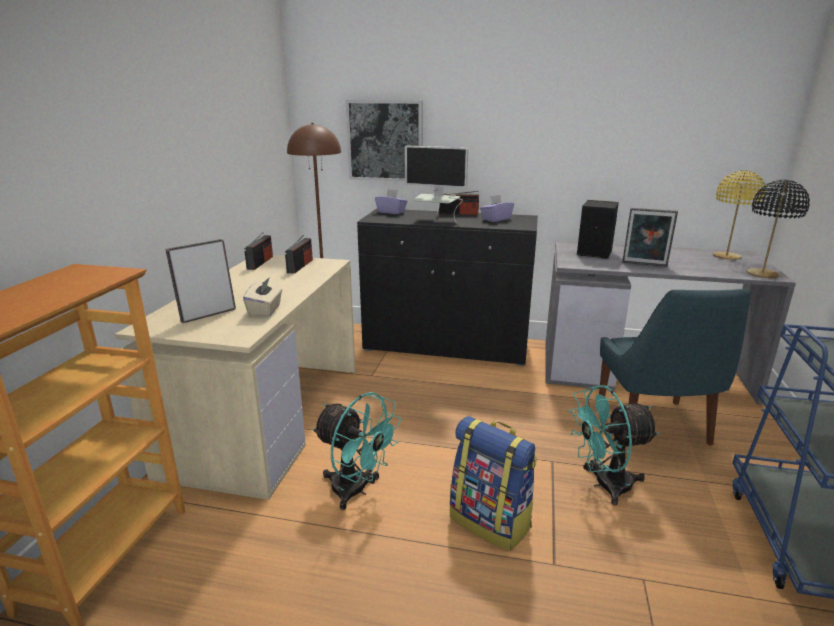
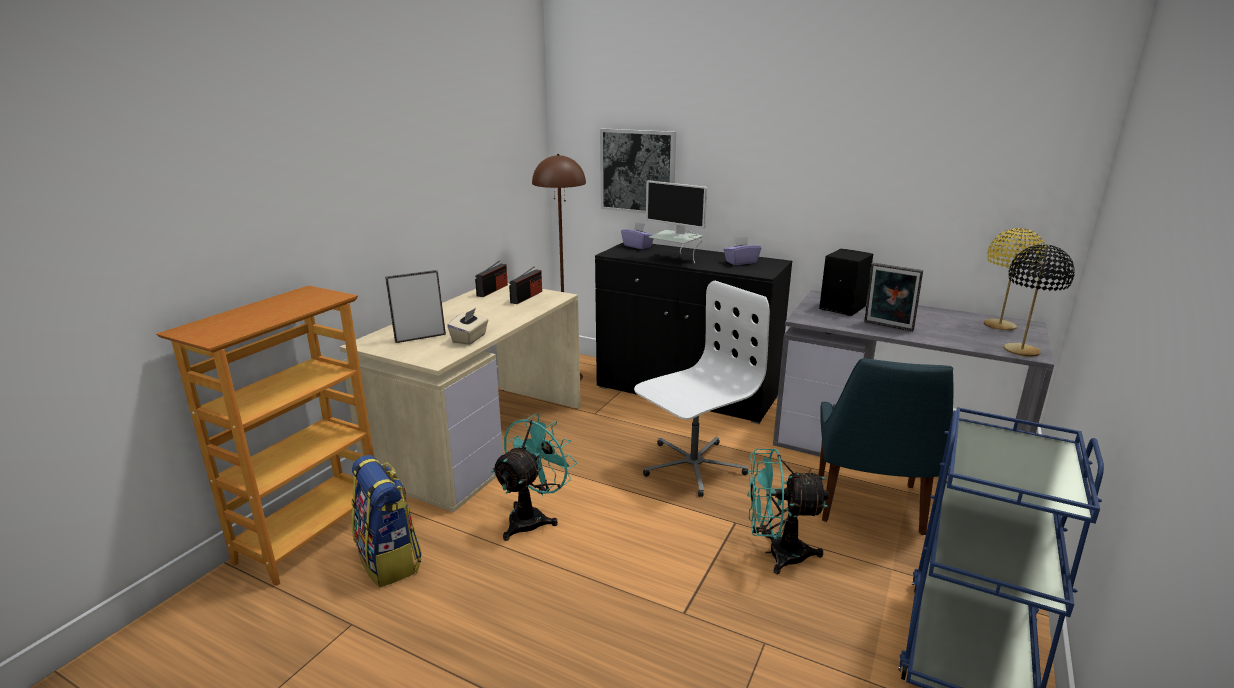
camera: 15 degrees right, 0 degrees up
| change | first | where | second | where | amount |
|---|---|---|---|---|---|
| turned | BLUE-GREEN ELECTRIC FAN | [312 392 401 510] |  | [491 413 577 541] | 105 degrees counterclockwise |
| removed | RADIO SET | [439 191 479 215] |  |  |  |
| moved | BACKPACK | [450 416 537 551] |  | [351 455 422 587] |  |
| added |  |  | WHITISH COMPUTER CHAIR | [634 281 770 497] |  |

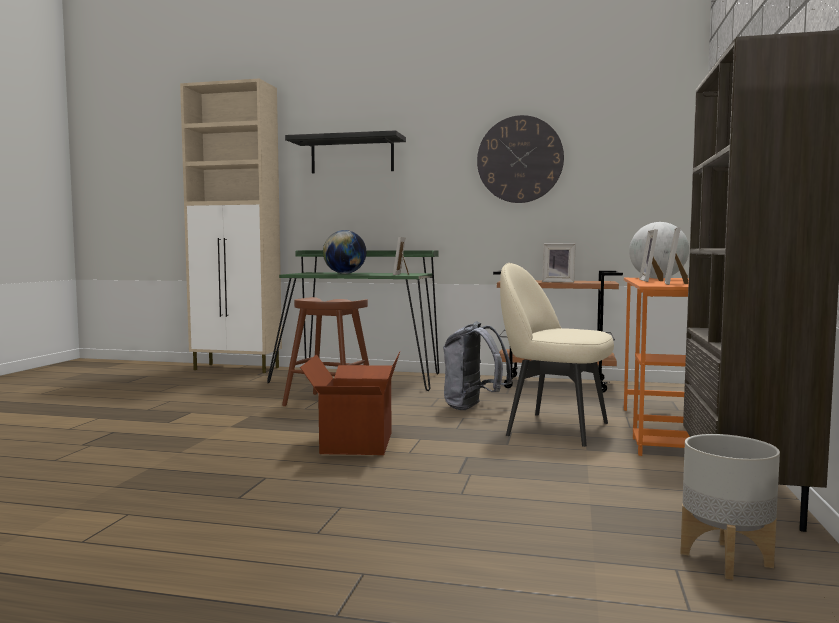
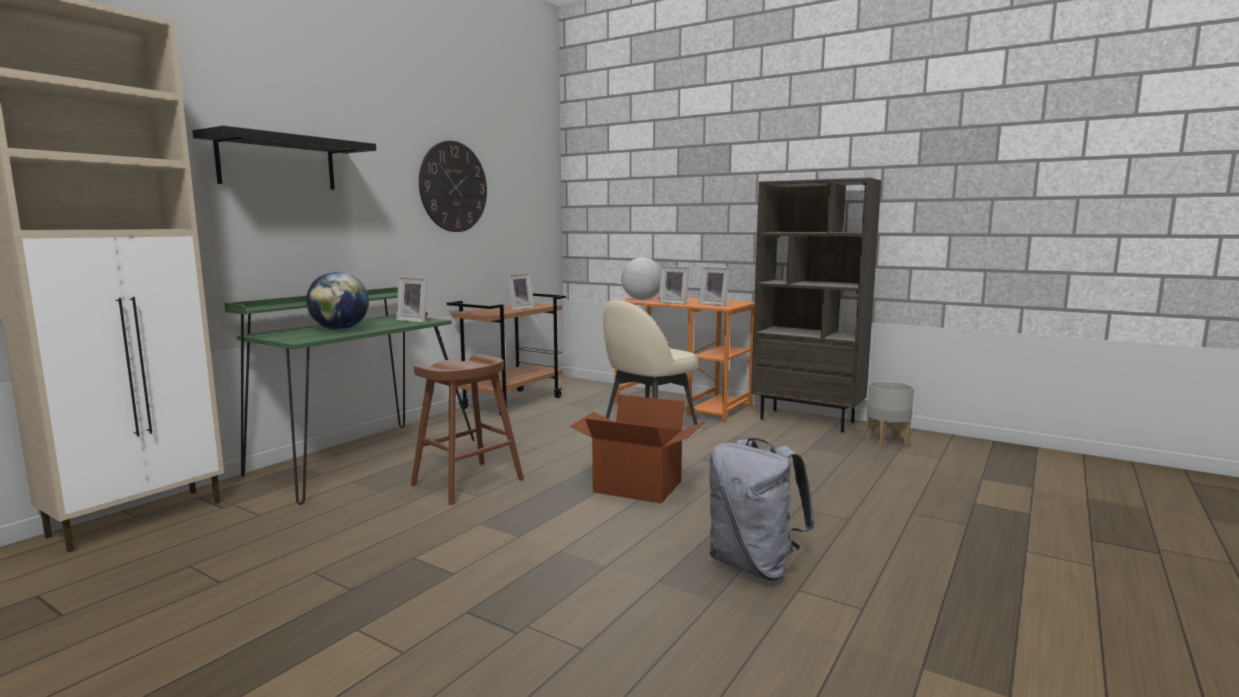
camera: 70 degrees left, 5 degrees up
| change | first | where | second | where | amount |
|---|---|---|---|---|---|
| moved | GREYISH BACKPACK | [443 321 512 410] |  | [709 438 814 580] |  |

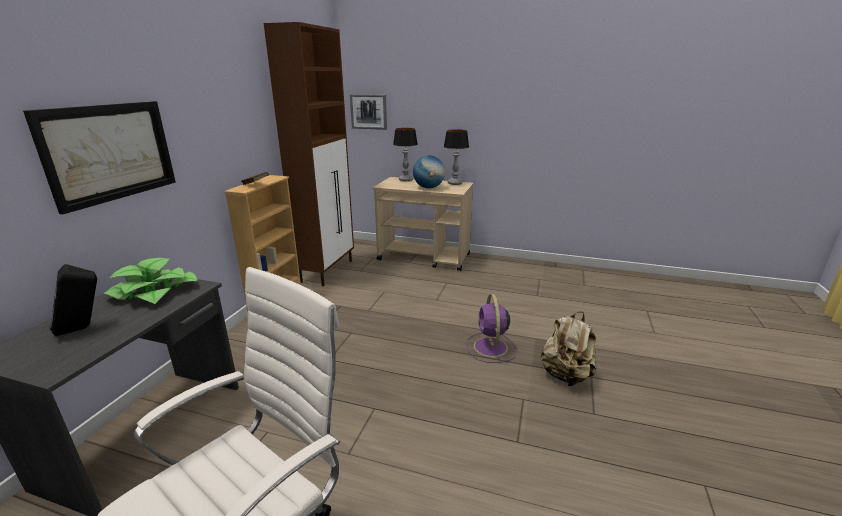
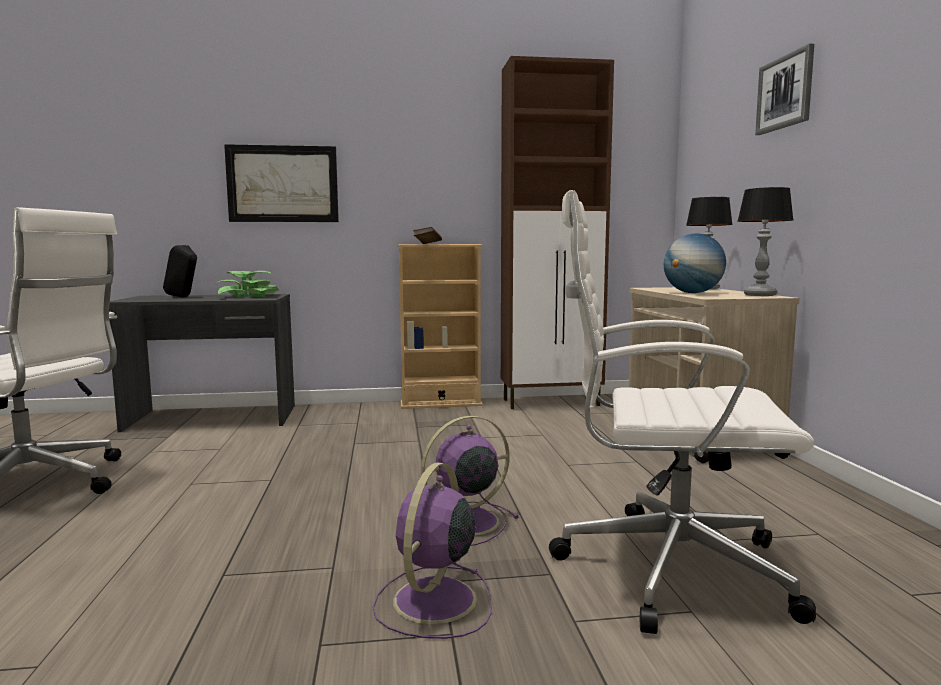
camera: 65 degrees right, 15 degrees down
| change | first | where | second | where | amount |
|---|---|---|---|---|---|
| moved | WALL ART | [350 94 387 130] |  | [755 43 814 135] |  |
| replaced | SAND-COLOURED BACKPACK | [541 312 596 386] | PURPLE ELECTRIC FAN | [372 462 492 639] |  |
| added |  |  | WHITISH COMPUTER CHAIR | [549 190 816 634] |  |

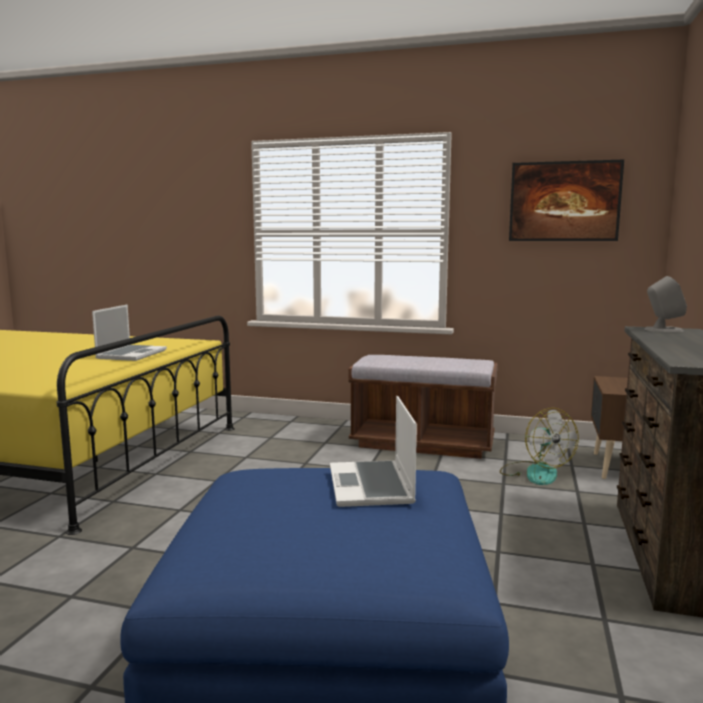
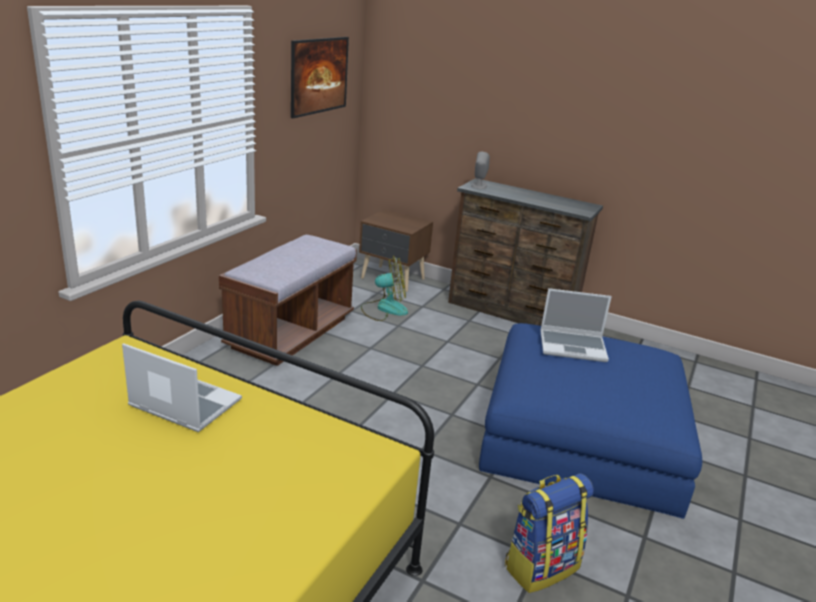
camera: 80 degrees left, 15 degrees up
| change | first | where | second | where | amount |
|---|---|---|---|---|---|
| added |  |  | BACKPACK | [505 473 594 593] |  |

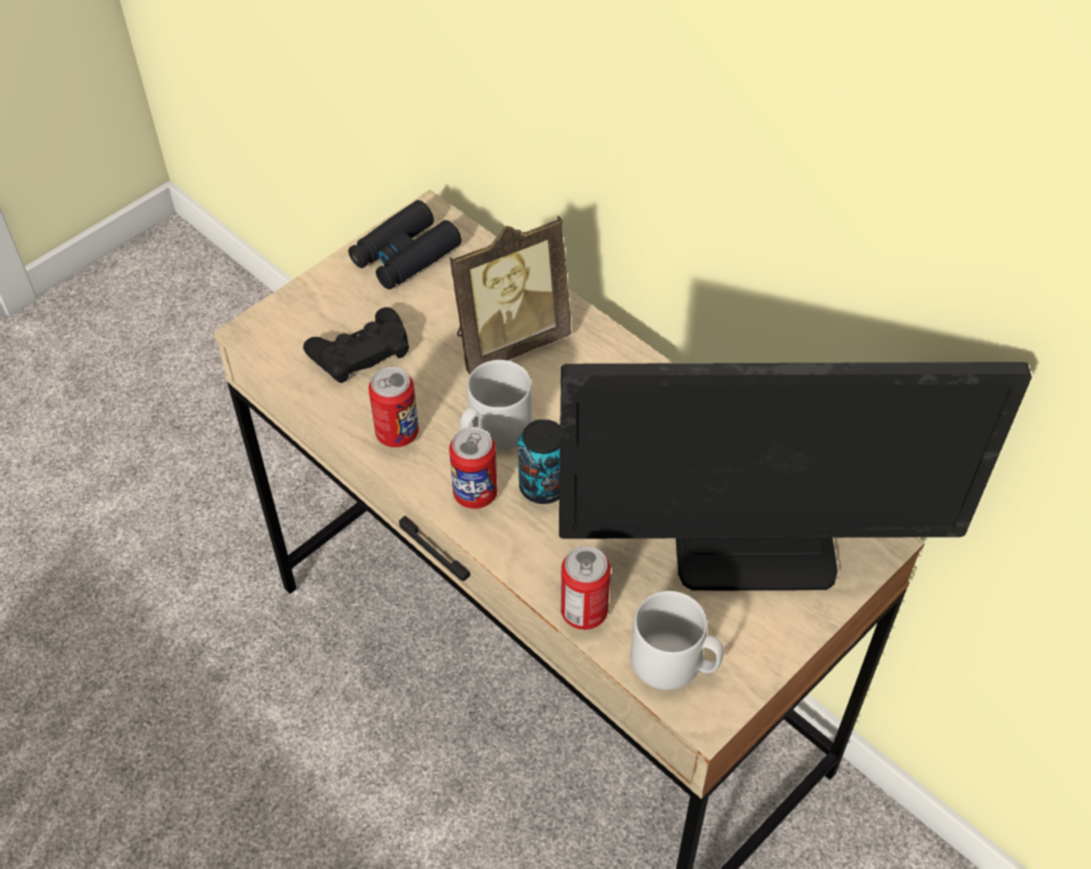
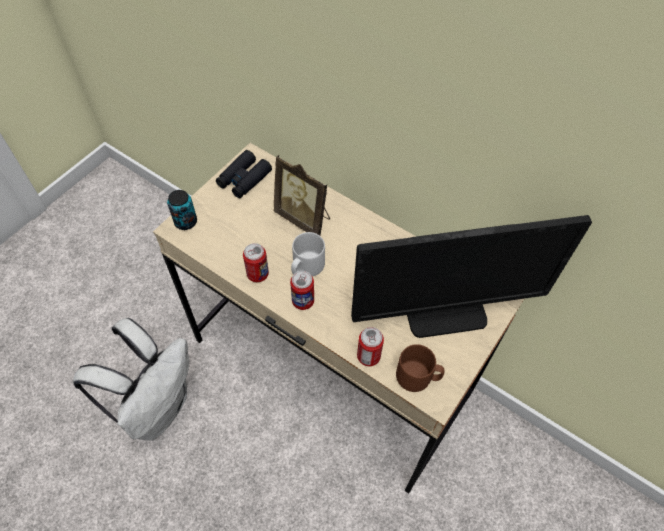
camera: 10 degrees left, 5 degrees up
| change | first | where | second | where | amount |
|---|---|---|---|---|---|
| removed | BLACK-COLOURED JOYPAD | [303 307 409 383] |  |  |  |
| turned | PHOTO FRAME | [449 216 571 375] |  | [274 155 330 236] | 75 degrees clockwise |
| moved | CAN | [518 419 560 504] |  | [167 190 197 230] |  |
| recoloured | GREYISH TEA MUG | [631 591 724 690] | BROWNISH TEA MUG | [396 344 445 392] |  |
| added |  |  | WHITISH BACKPACK | [73 318 189 441] |  |

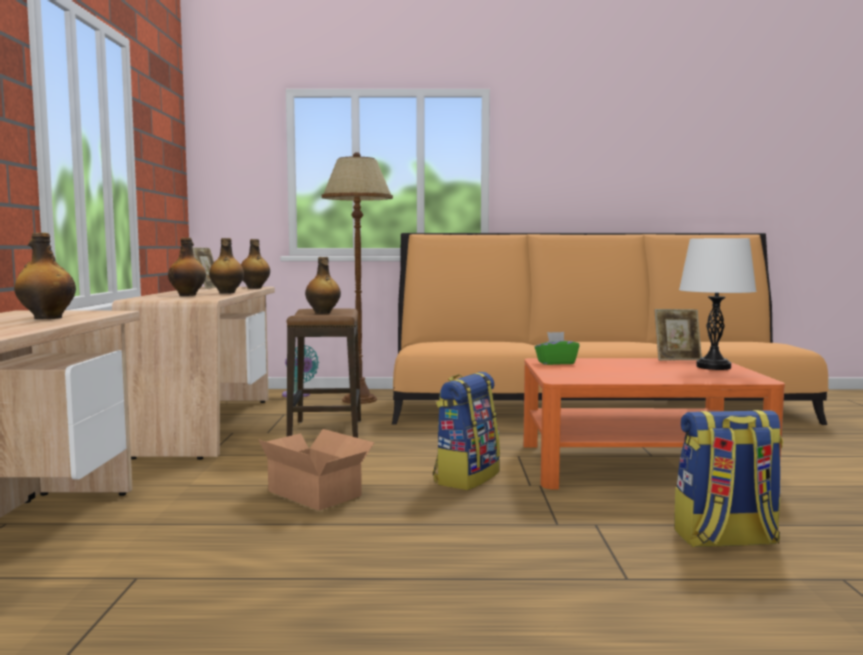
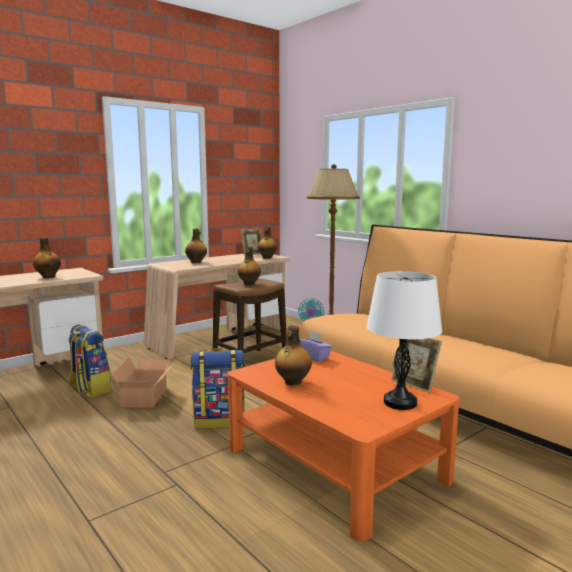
camera: 50 degrees right, 5 degrees up
| change | first | where | second | where | amount |
|---|---|---|---|---|---|
| moved | BOTTLE | [209 238 244 294] |  | [275 325 312 385] |  |
| recoloured | GREEN TISSUE HOLDER | [535 332 579 365] | PURPLE TISSUE HOLDER | [300 331 332 362] |  |
| moved | BACKPACK | [674 410 783 547] |  | [68 325 111 397] |  |

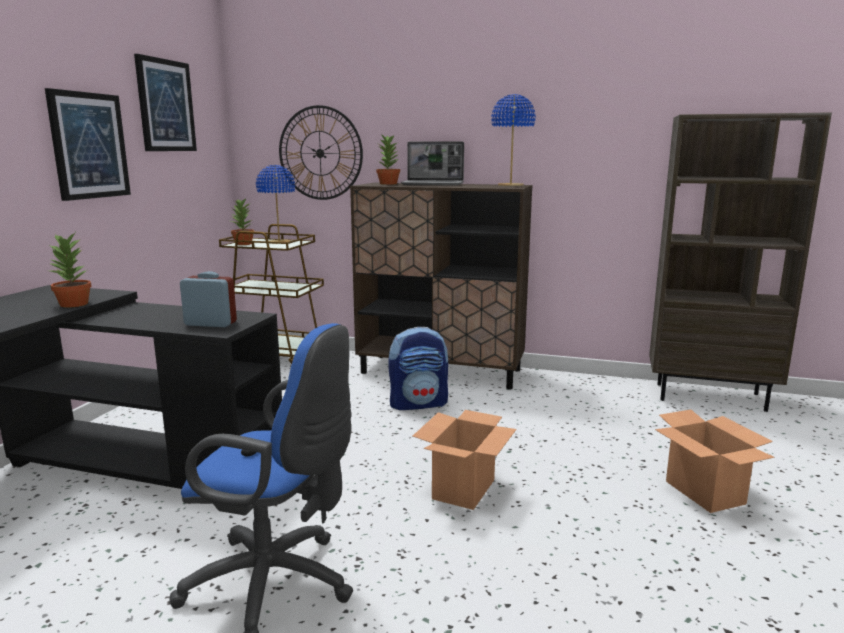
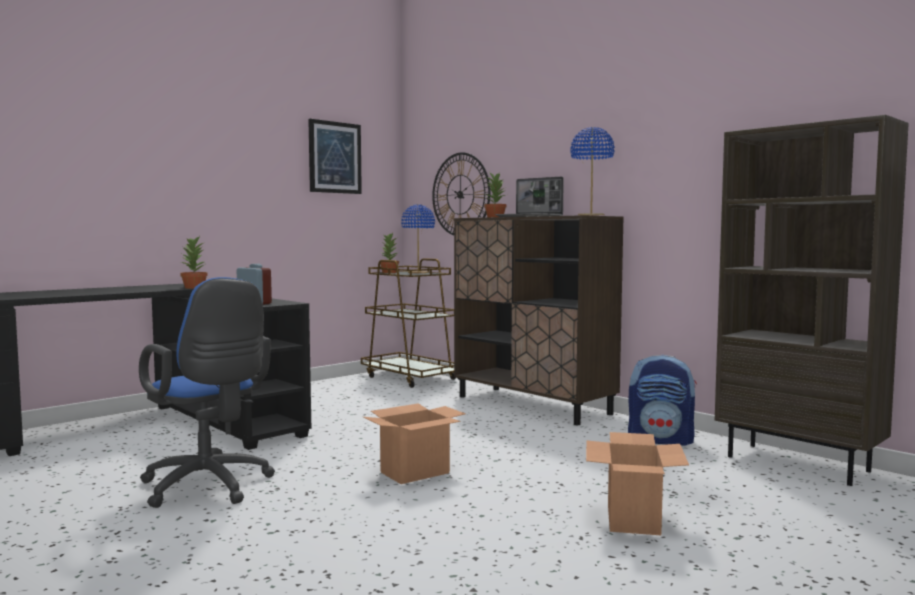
camera: 30 degrees right, 10 degrees down
| change | first | where | second | where | amount |
|---|---|---|---|---|---|
| removed | WALL ART | [45 88 131 201] |  |  |  |
| moved | BACKPACK | [388 327 448 410] |  | [628 355 697 446] |  |

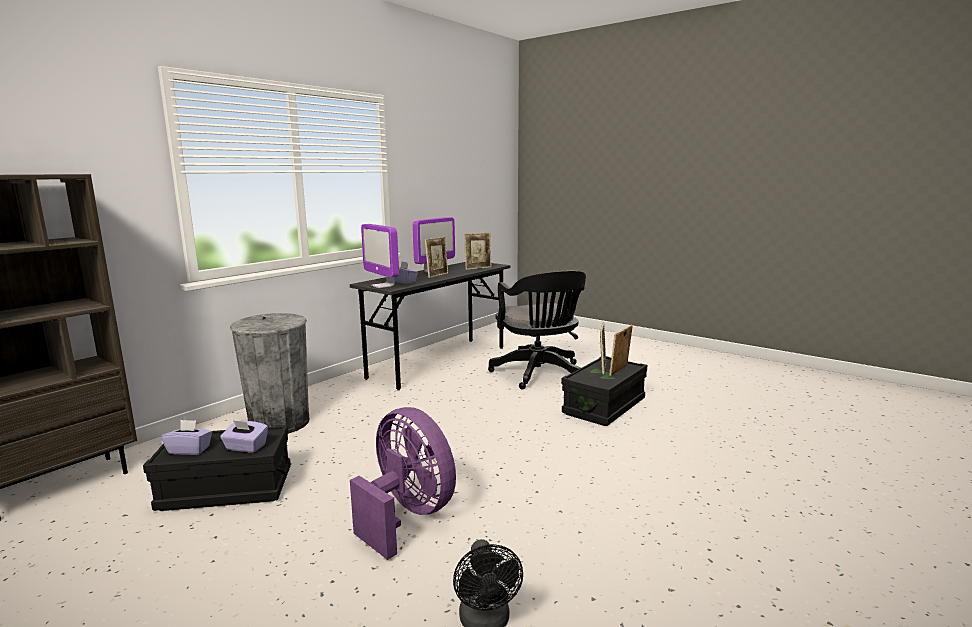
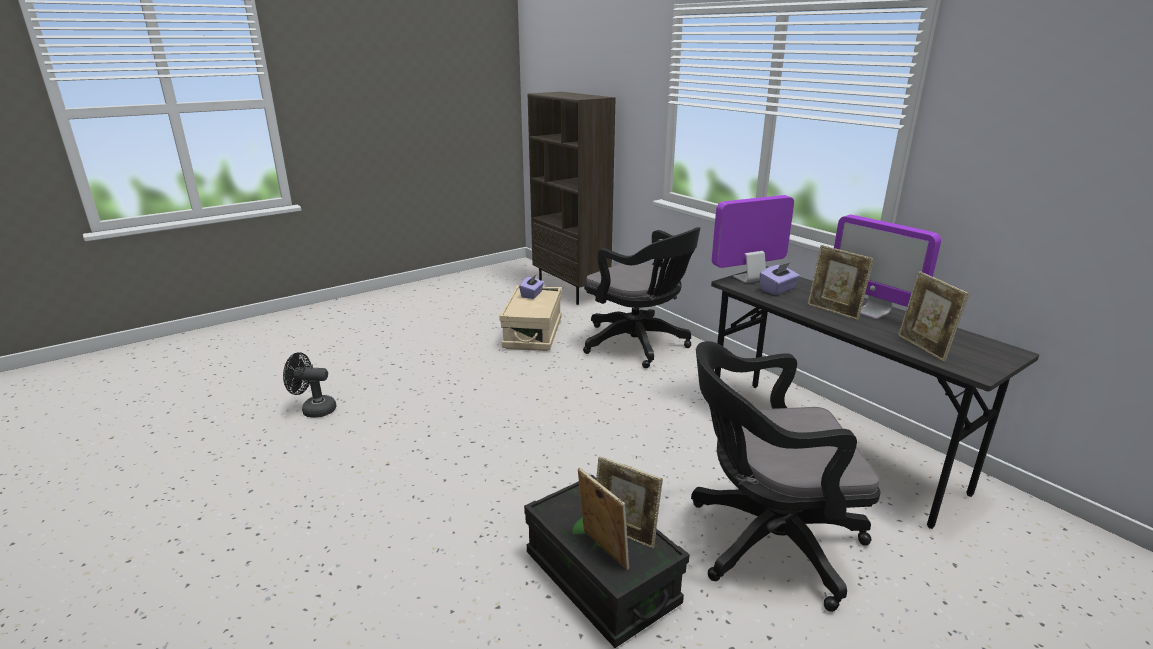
camera: 105 degrees right, 10 degrees up
| change | first | where | second | where | amount |
|---|---|---|---|---|---|
| recoloured | BLACK-COLOURED STORAGE CONTAINER | [143 425 291 511] | SAND-COLOURED STORAGE CONTAINER | [499 285 562 351] |  |
| removed | PURPLE TISSUE HOLDER | [220 420 268 453] |  |  |  |
| replaced | GREYISH TRASH CAN | [230 313 309 434] | BLACK-COLOURED COMPUTER CHAIR | [583 227 700 368] |  |
| removed | PURPLE ELECTRIC FAN | [350 407 456 560] |  |  |  |

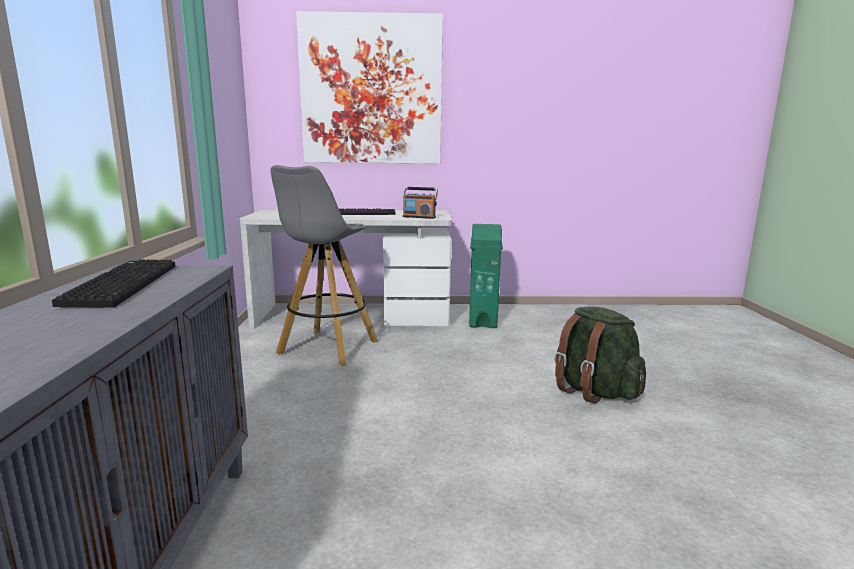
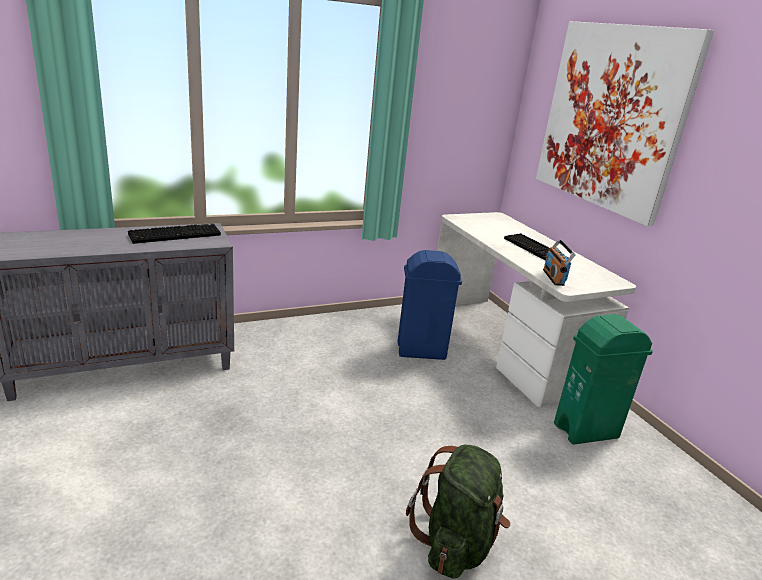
camera: 65 degrees right, 10 degrees up
| change | first | where | second | where | amount |
|---|---|---|---|---|---|
| replaced | GREYISH STOOL | [271 165 378 365] | BLUE TRASH CAN | [397 250 462 360] |  |

